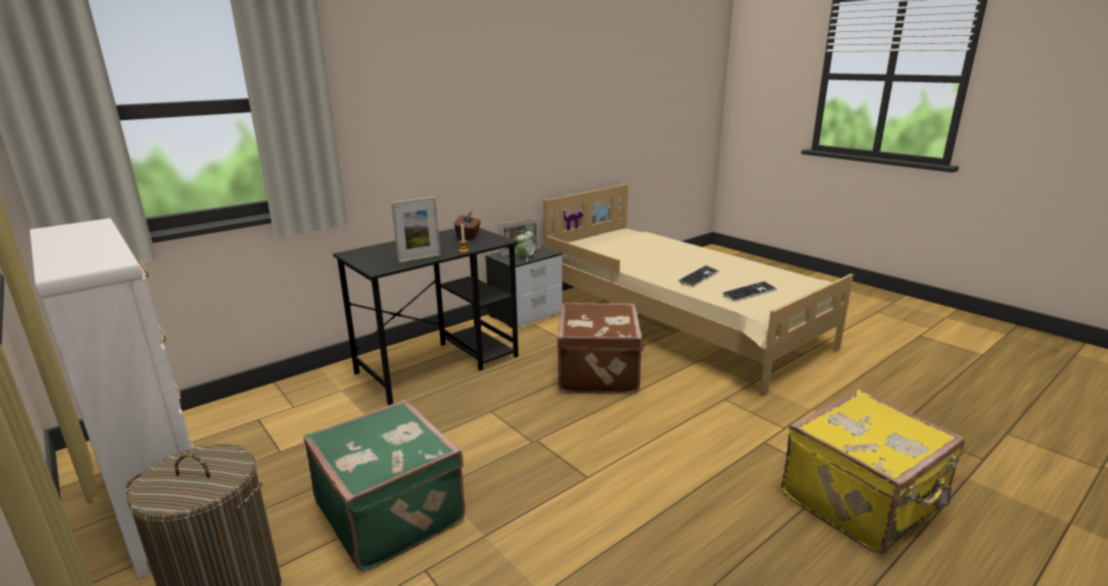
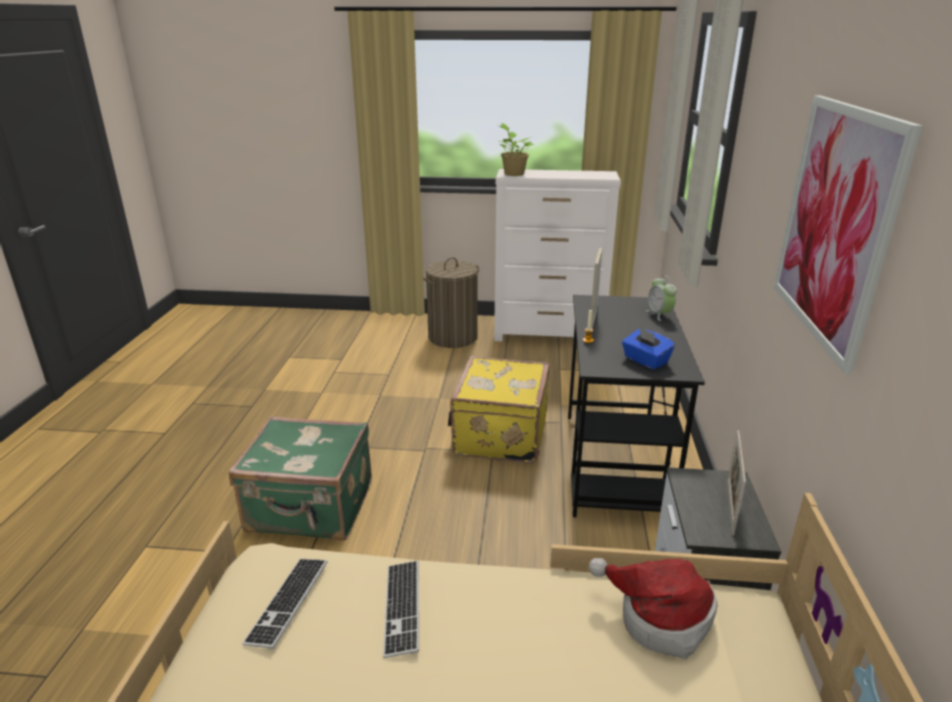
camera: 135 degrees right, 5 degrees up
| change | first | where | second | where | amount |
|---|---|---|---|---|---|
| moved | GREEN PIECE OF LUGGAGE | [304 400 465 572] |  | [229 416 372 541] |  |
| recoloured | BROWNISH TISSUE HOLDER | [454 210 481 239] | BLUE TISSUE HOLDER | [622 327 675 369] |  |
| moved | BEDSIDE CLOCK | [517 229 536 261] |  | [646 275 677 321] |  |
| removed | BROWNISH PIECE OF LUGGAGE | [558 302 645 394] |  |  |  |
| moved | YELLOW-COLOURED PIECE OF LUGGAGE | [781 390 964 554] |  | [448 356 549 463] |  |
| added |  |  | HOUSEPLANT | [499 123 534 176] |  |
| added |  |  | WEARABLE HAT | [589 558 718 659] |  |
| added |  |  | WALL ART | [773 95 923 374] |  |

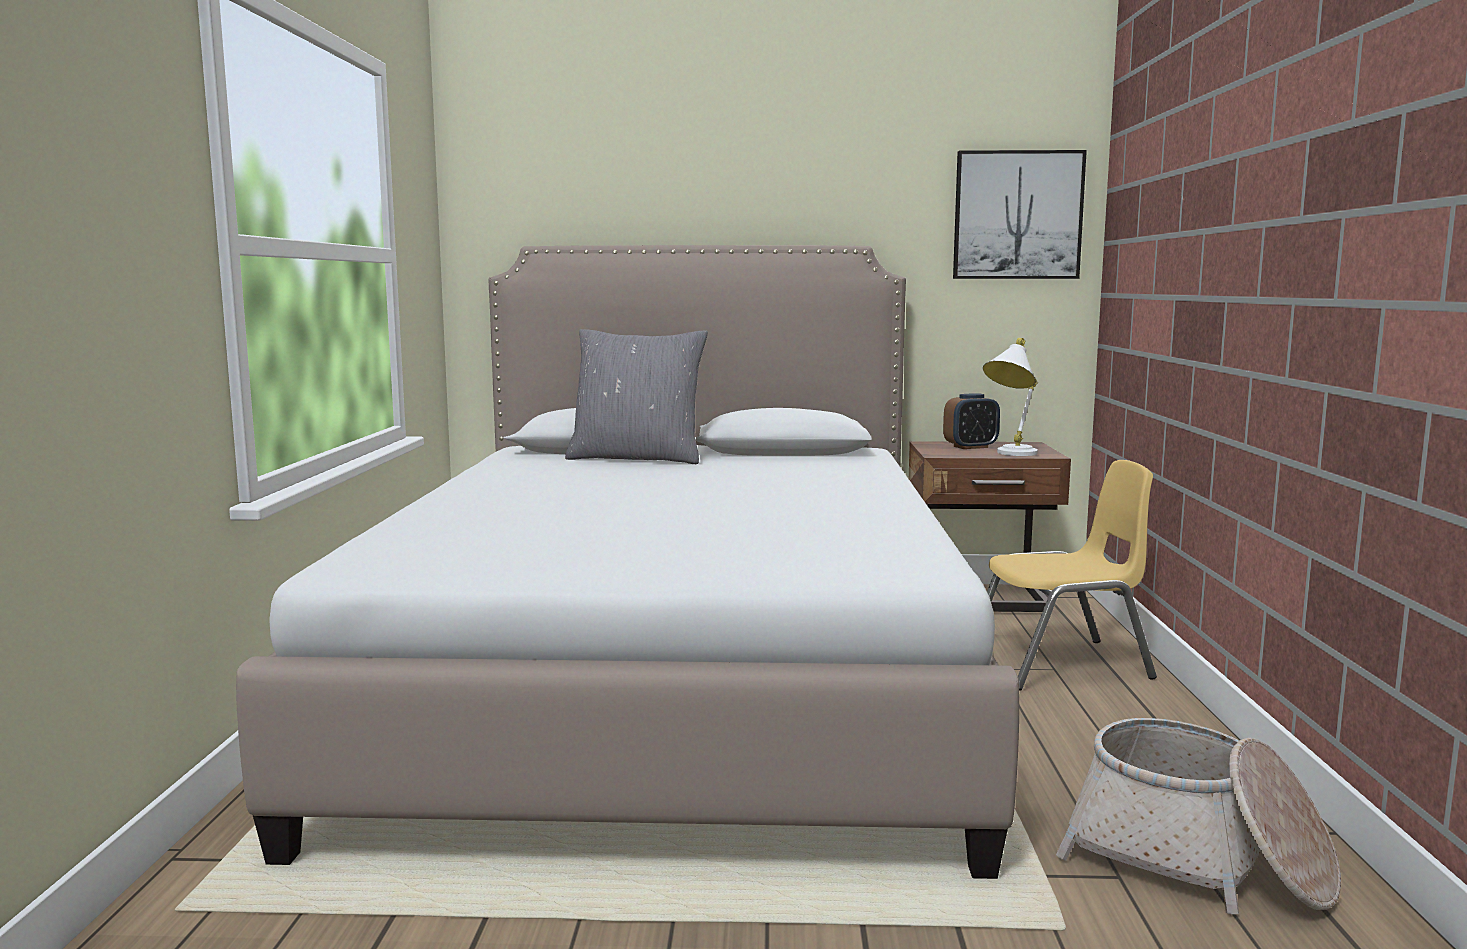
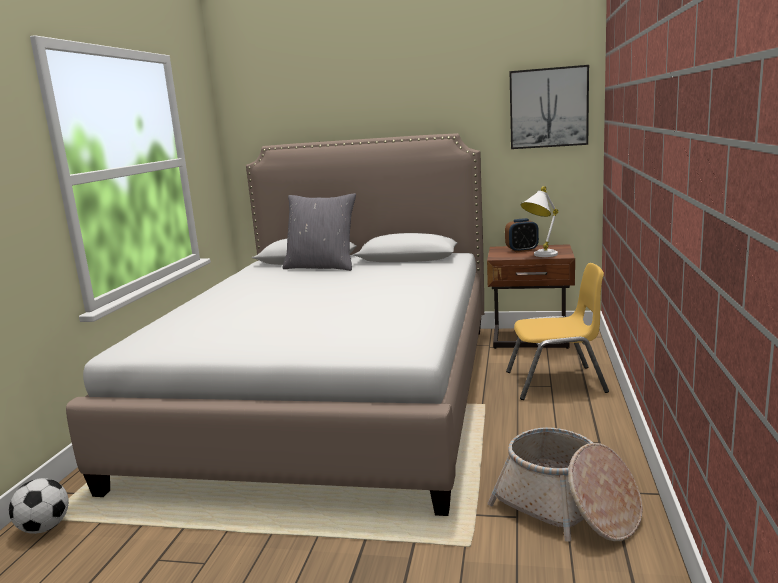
camera: 10 degrees right, 5 degrees up
| change | first | where | second | where | amount |
|---|---|---|---|---|---|
| added |  |  | FOOTBALL BALL | [9 478 69 534] |  |

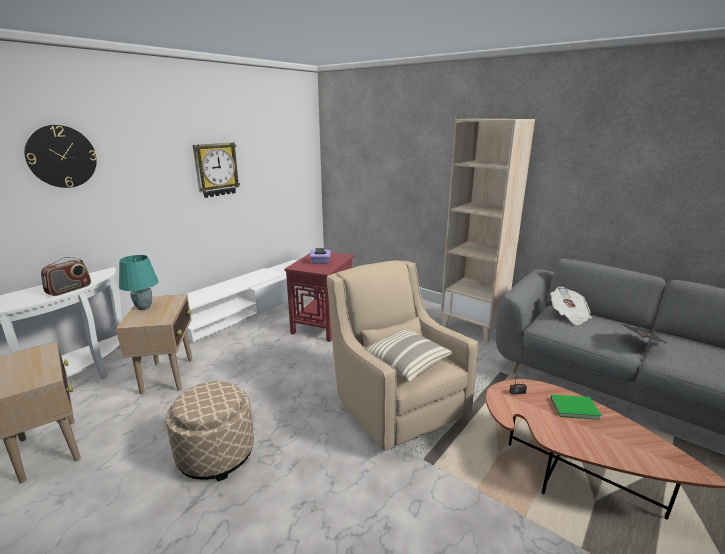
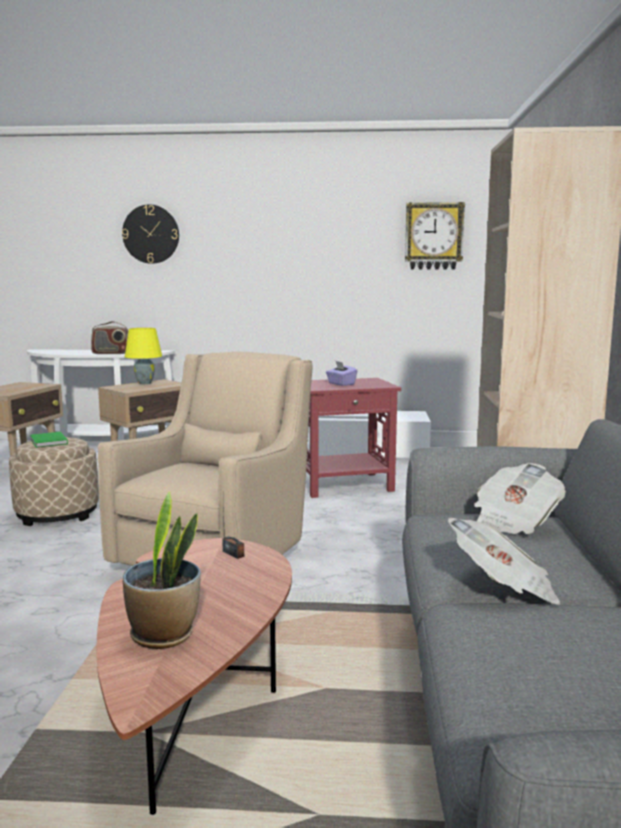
camera: 55 degrees right, 10 degrees down
| change | first | where | second | where | amount |
|---|---|---|---|---|---|
| recoloured | BLUE-GREEN TABLETOP LAMP | [119 255 158 310] | YELLOW-COLOURED TABLETOP LAMP | [125 328 162 384] |  |
| moved | HANGING CLOCK | [193 143 240 198] |  | [405 202 465 270] |  |
| removed | CUSHION | [364 329 452 382] |  |  |  |
| moved | GREEN BOOK | [551 395 602 420] |  | [30 432 68 448] |  |
| added |  |  | HOUSEPLANT | [123 491 201 649] |  |

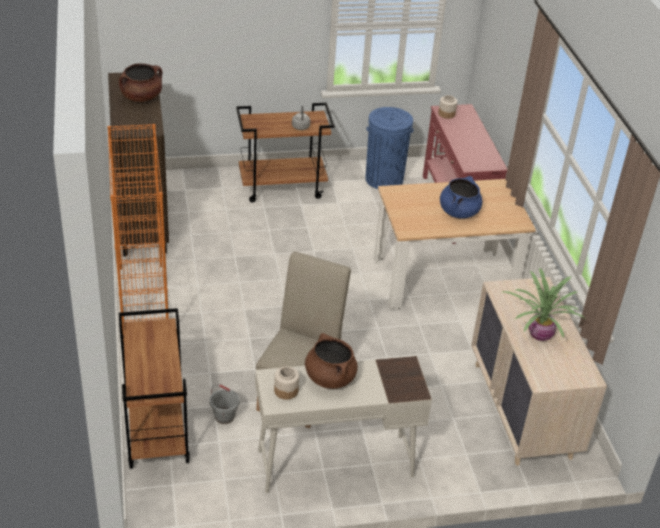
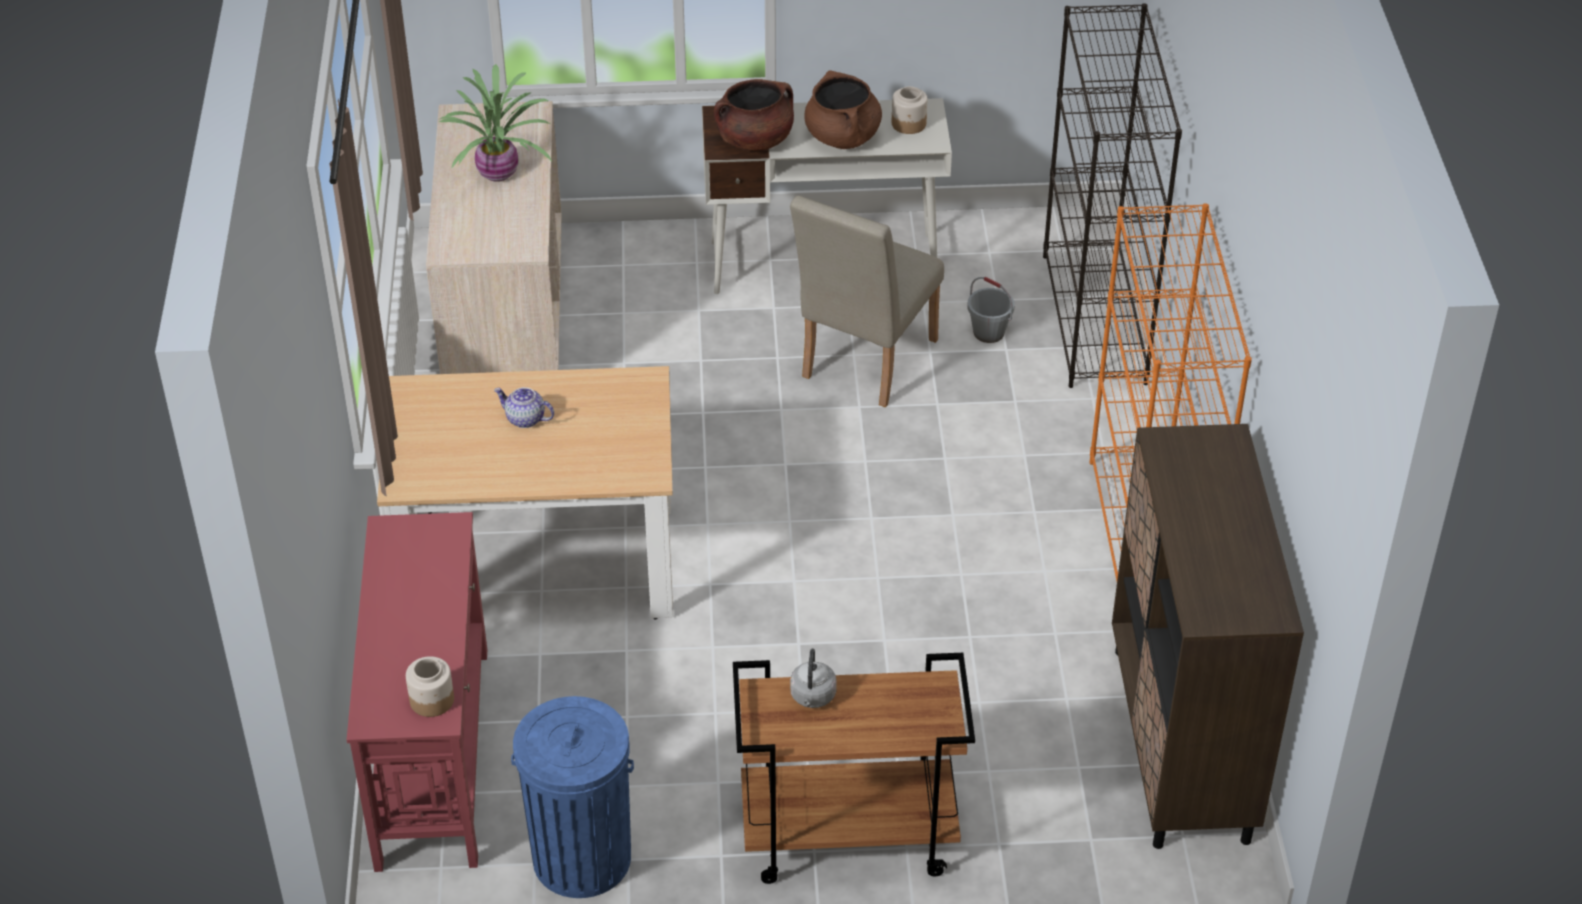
camera: 170 degrees left, 5 degrees up
| change | first | where | second | where | amount |
|---|---|---|---|---|---|
| moved | BROWNISH STOCKPOT | [119 63 162 102] |  | [714 79 794 151] |  |
| replaced | BROWNISH CART | [119 308 190 469] | BLACK-COLOURED BOOKSHELF | [1043 3 1182 388] |  |
| replaced | BLUE STOCKPOT | [440 176 482 218] | POT FOR TEA | [494 387 554 428] |  |

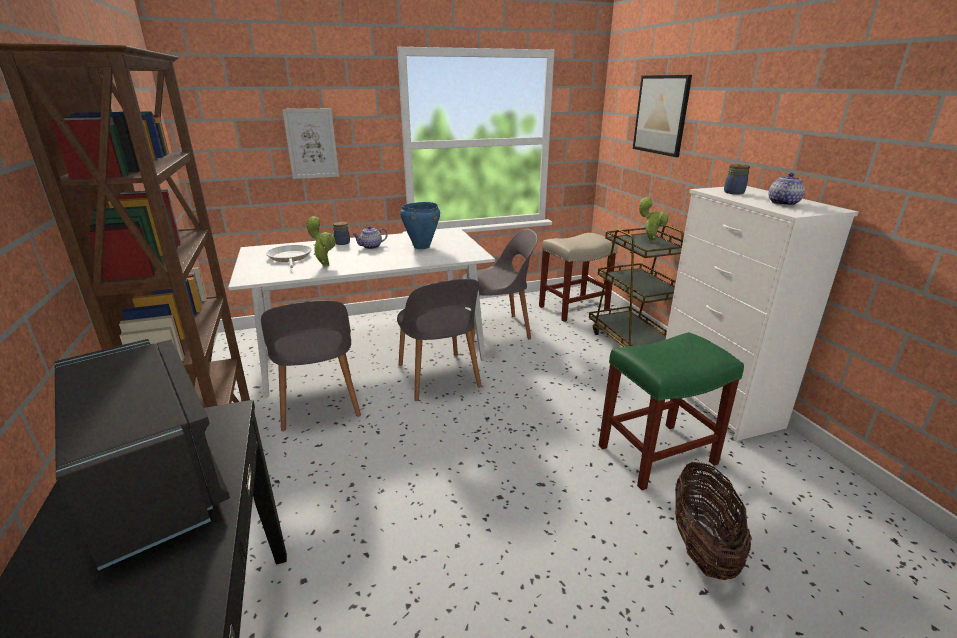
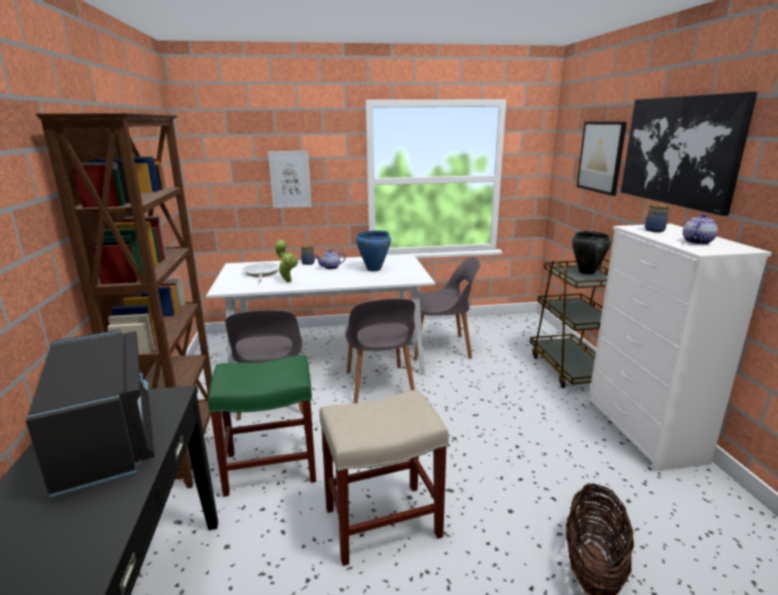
camera: 10 degrees right, 5 degrees down
| change | first | where | second | where | amount |
|---|---|---|---|---|---|
| moved | SAND-COLOURED STOOL | [539 233 618 322] |  | [319 389 449 566] |  |
| moved | GREEN STOOL | [599 332 744 490] |  | [208 355 316 497] |  |
| replaced | HOUSEPLANT | [639 197 668 242] | BLACK-COLOURED STOCKPOT | [572 231 611 275] |  |
| added |  |  | WALL ART | [621 91 758 216] |  |

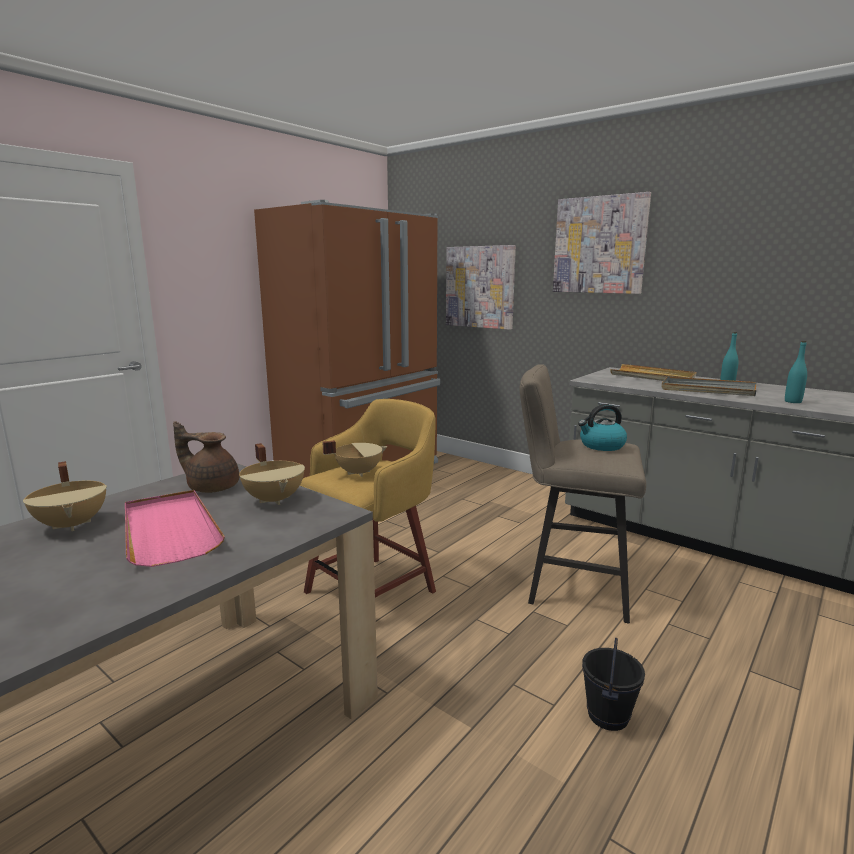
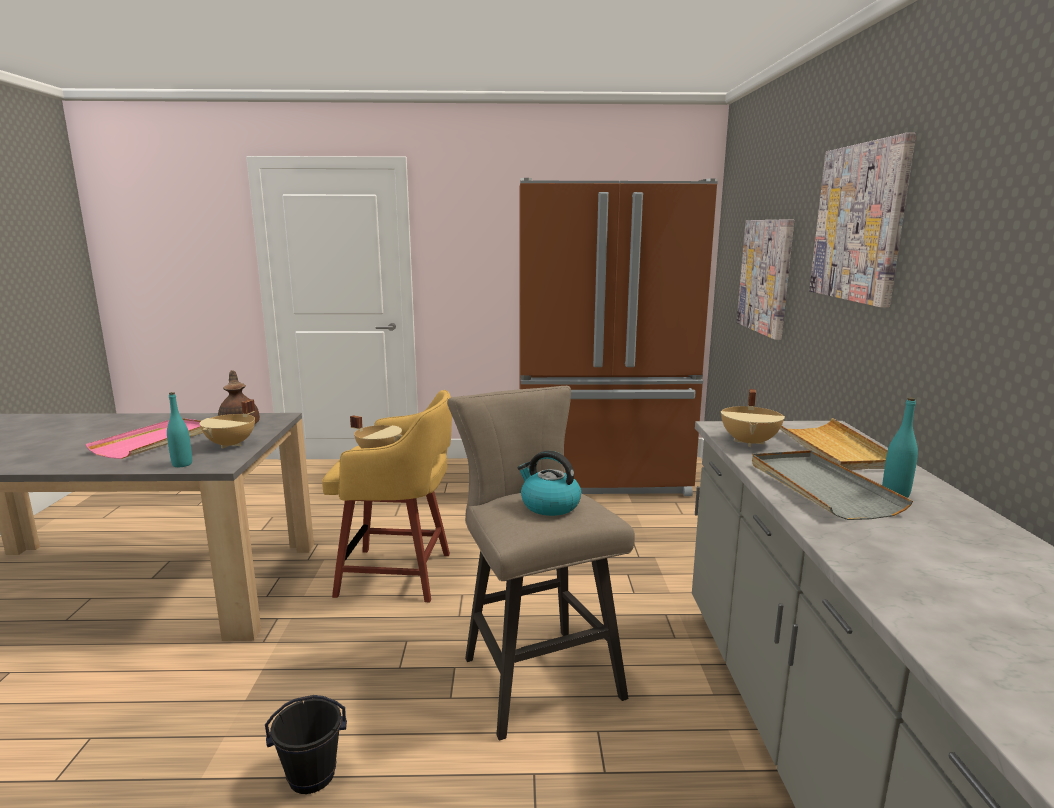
camera: 50 degrees right, 0 degrees up
| change | first | where | second | where | amount |
|---|---|---|---|---|---|
| moved | SAND-COLOURED STOCKPOT | [23 461 107 531] |  | [721 389 785 447] |  |
| moved | BLUE-GREEN BOTTLE | [785 341 807 403] |  | [167 392 192 467] |  |

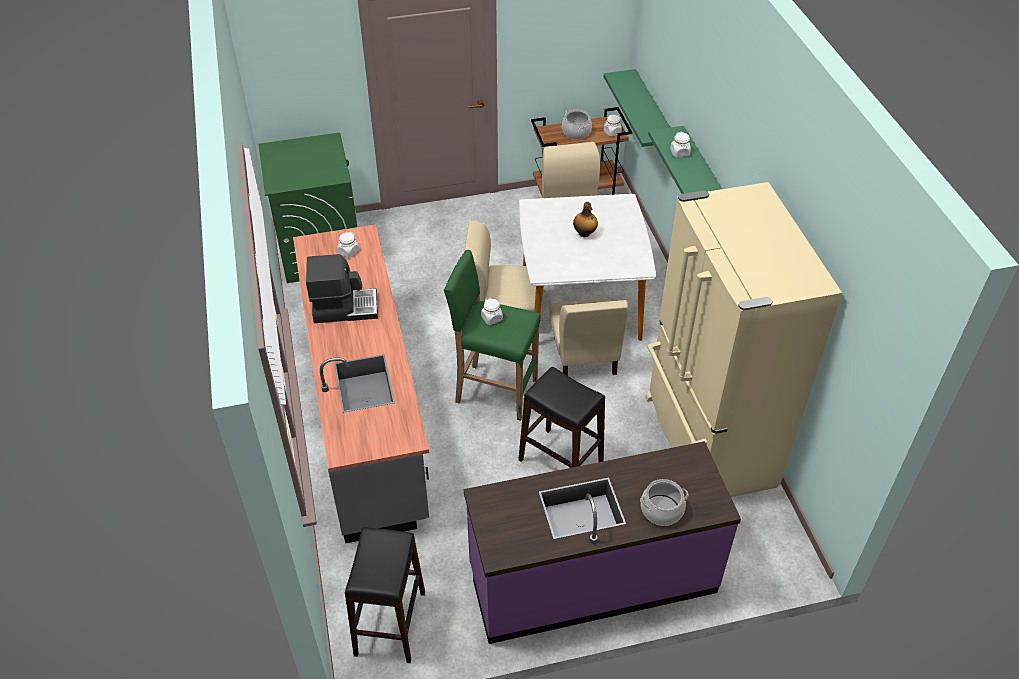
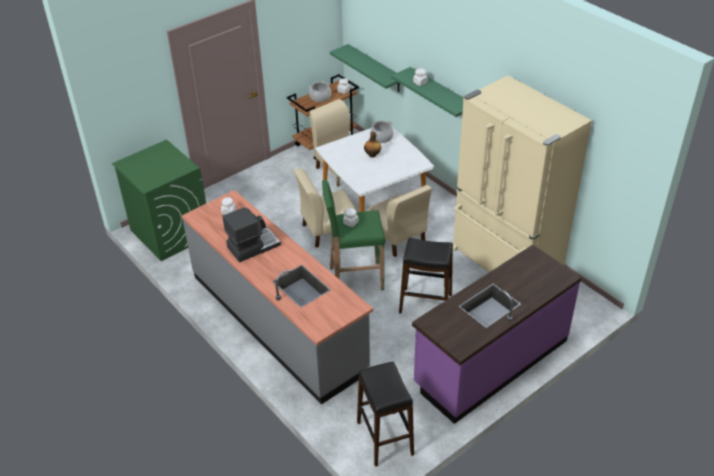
camera: 25 degrees left, 5 degrees down
| change | first | where | second | where | amount |
|---|---|---|---|---|---|
| moved | STOCKPOT | [640 479 689 526] |  | [370 120 394 143] |  |

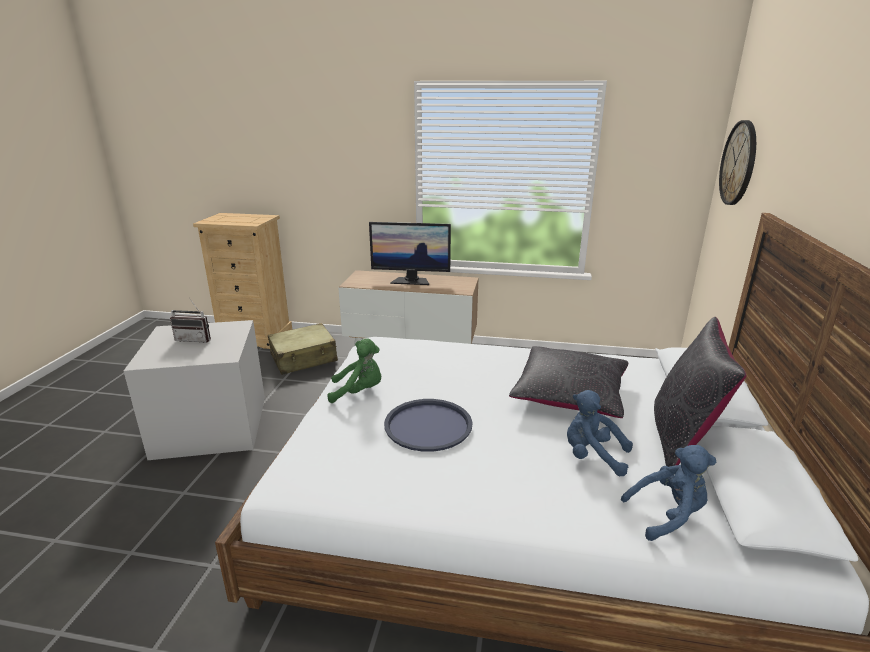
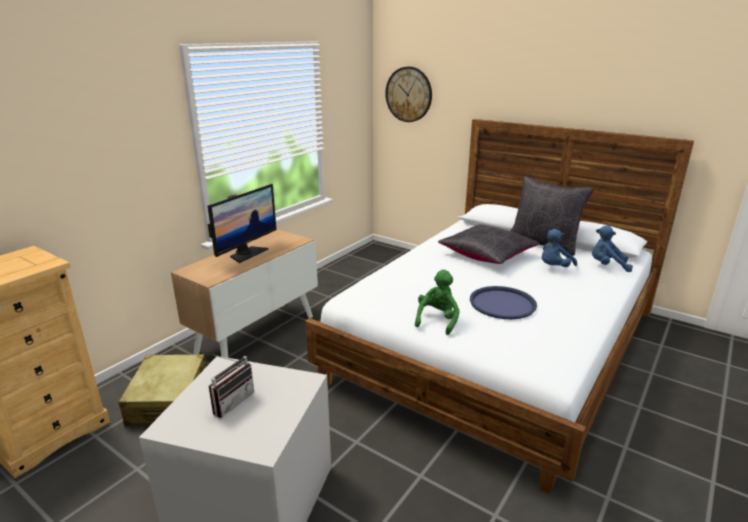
camera: 65 degrees left, 0 degrees up
| change | first | where | second | where | amount |
|---|---|---|---|---|---|
| turned | BLUE SOFT TOY | [621 445 716 541] |  | [592 225 633 272] | 90 degrees counterclockwise |

